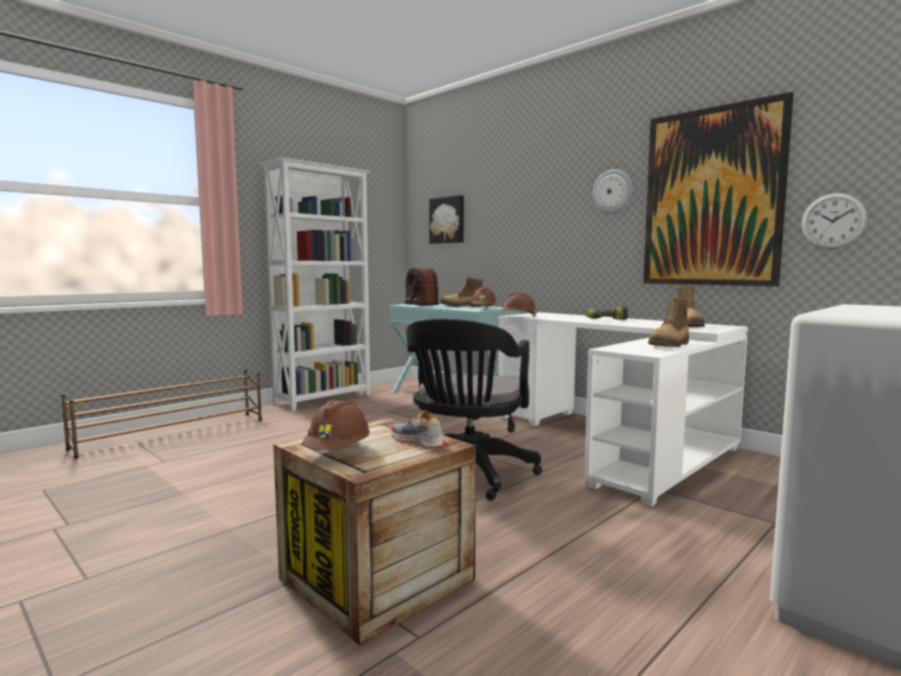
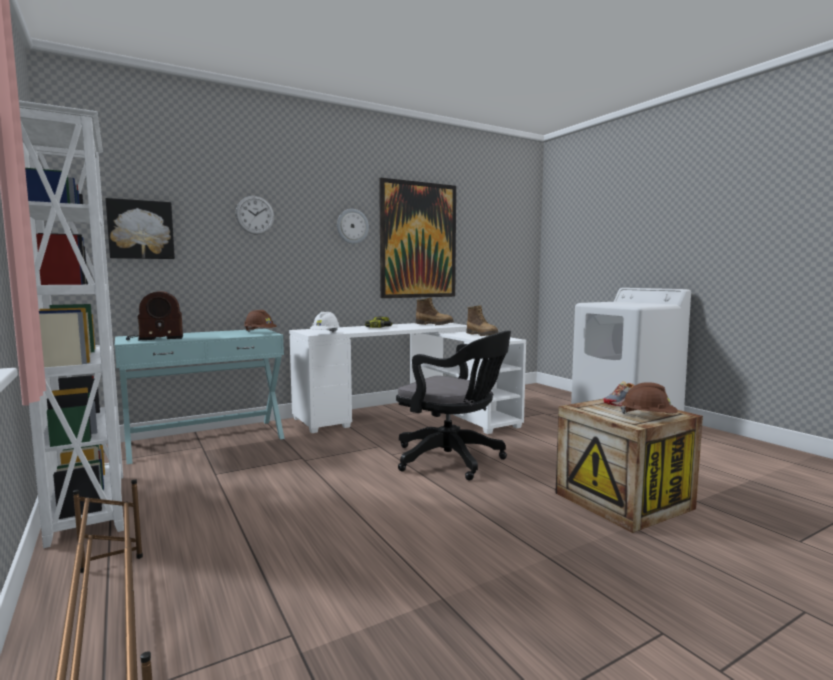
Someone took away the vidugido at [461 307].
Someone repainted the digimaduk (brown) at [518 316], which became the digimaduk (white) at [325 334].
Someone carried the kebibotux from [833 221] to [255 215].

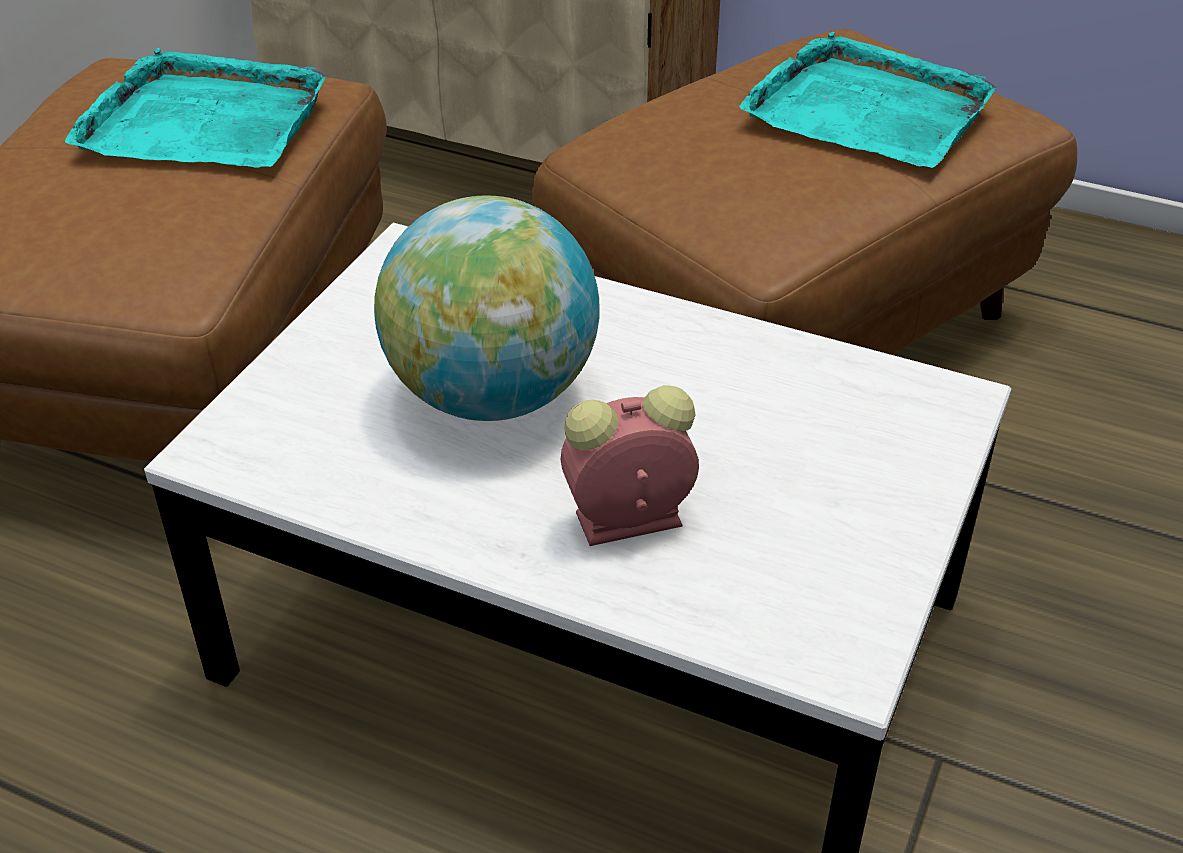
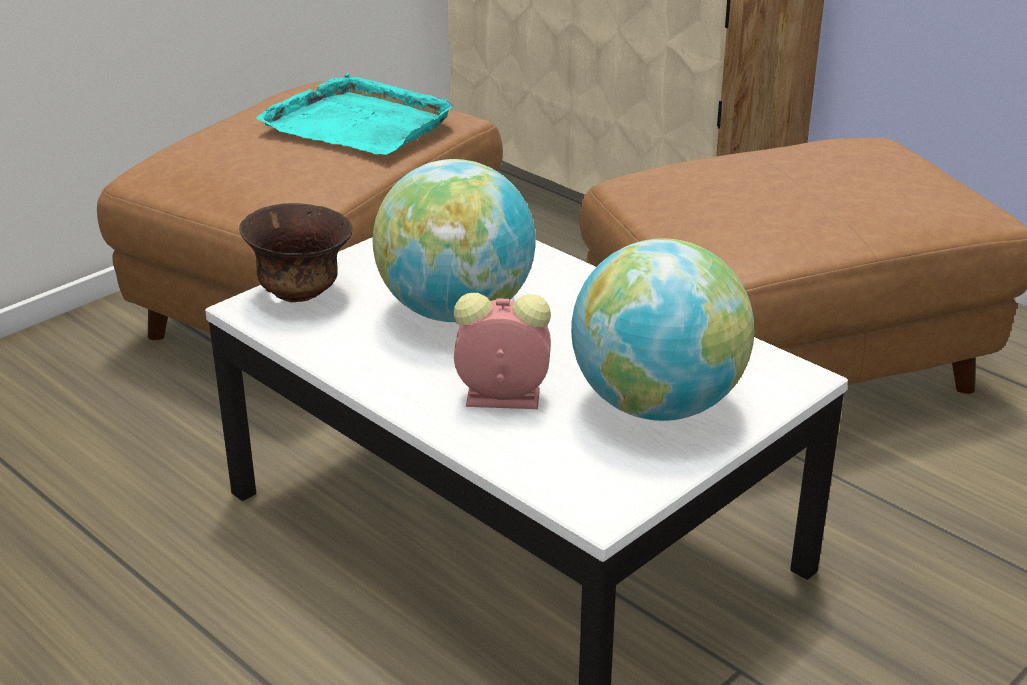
Someone took away the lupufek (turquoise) at [867 110].
Someone put down the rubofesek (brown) at [301 292].
Someone put down the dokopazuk at [656 405].

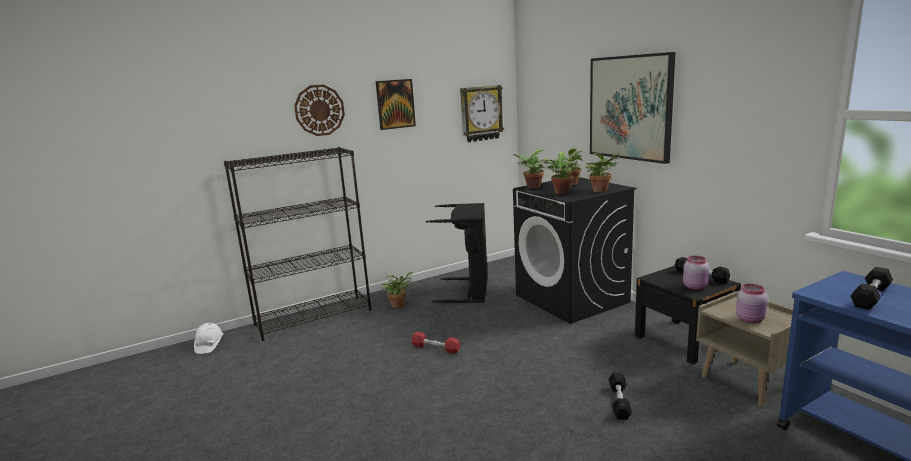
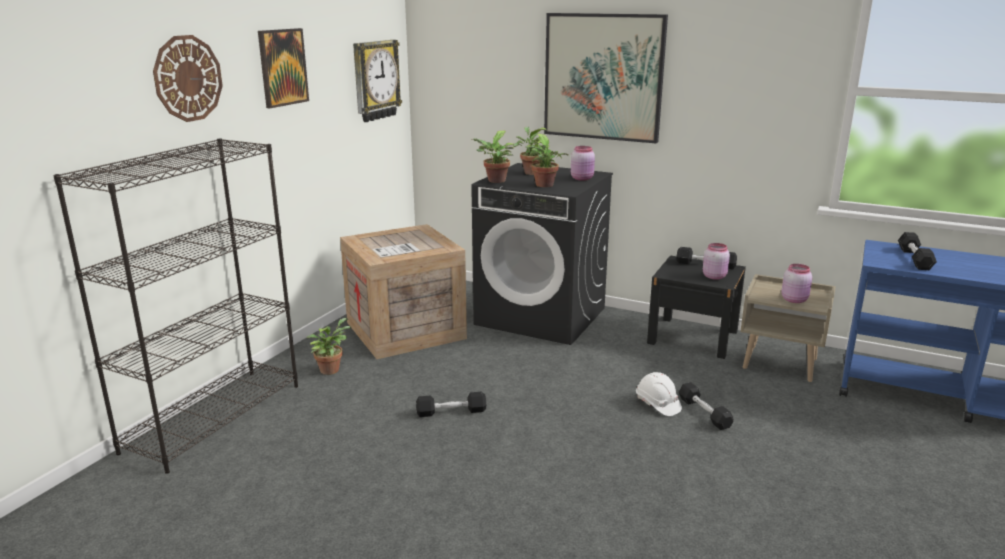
Someone carried the digimaduk (white) from [209 345] to [657 404].
Someone repainted the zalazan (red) at [435 348], which became the zalazan (black) at [451 412].
Someone swapped the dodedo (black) at [469 290] for the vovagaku at [407 330].
Someone swapped the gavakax at [601 190] for the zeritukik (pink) at [582 178].

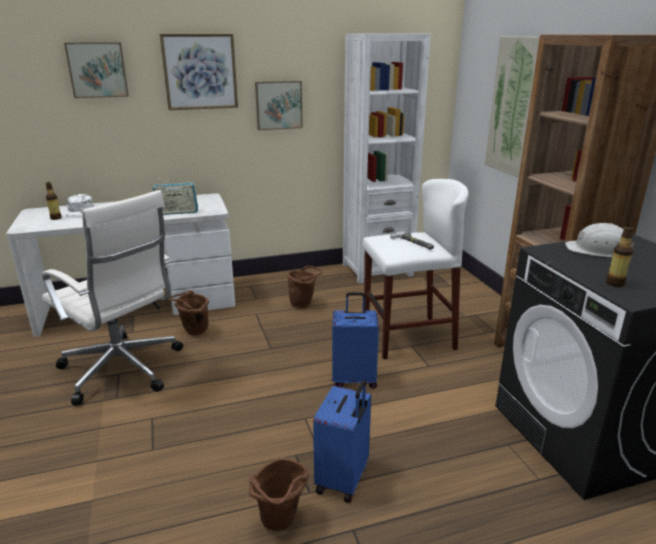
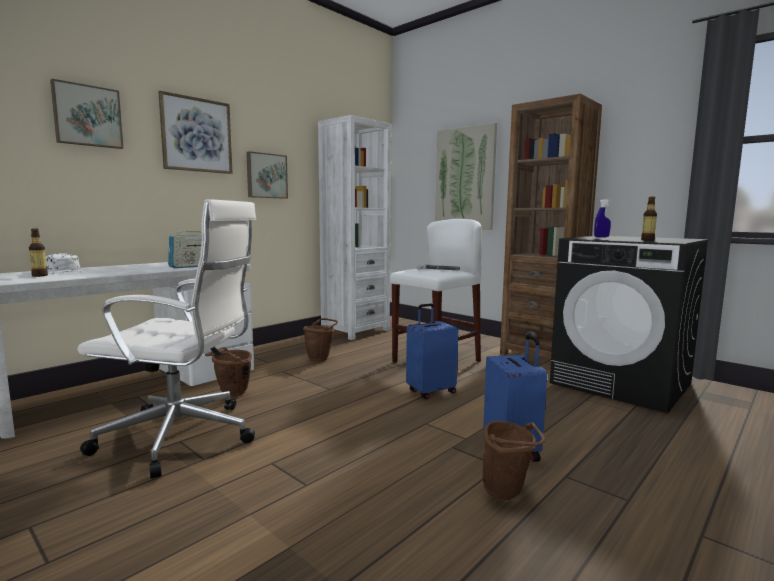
Someone swapped the digimaduk (white) at [598 250] for the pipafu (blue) at [601 237].

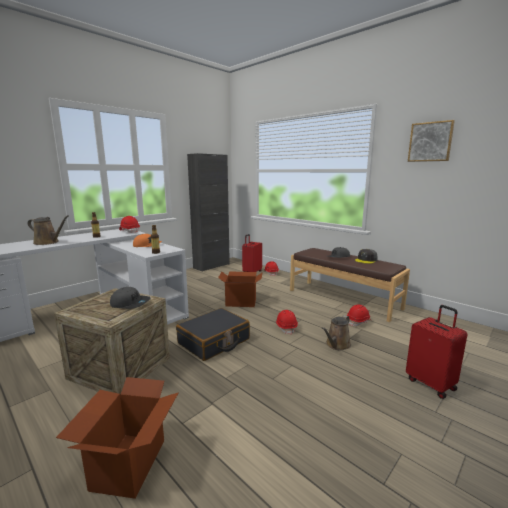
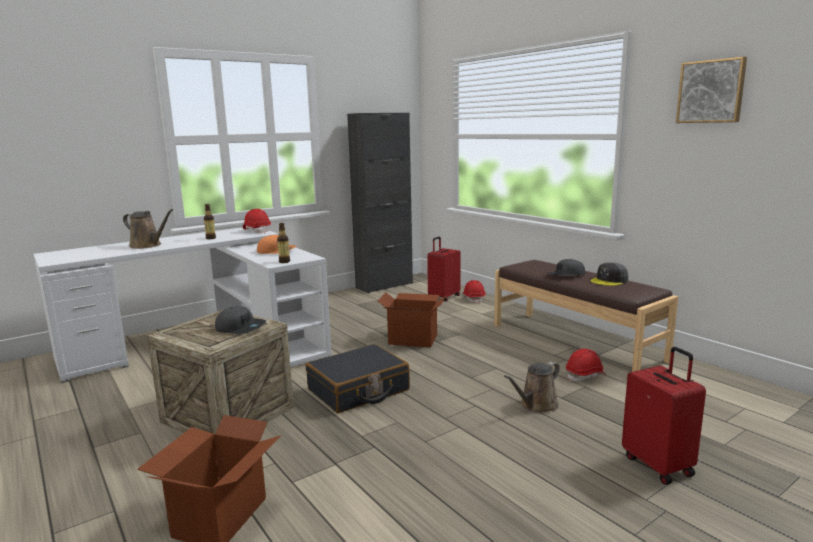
Someone took away the digimaduk (red) at [286 327].

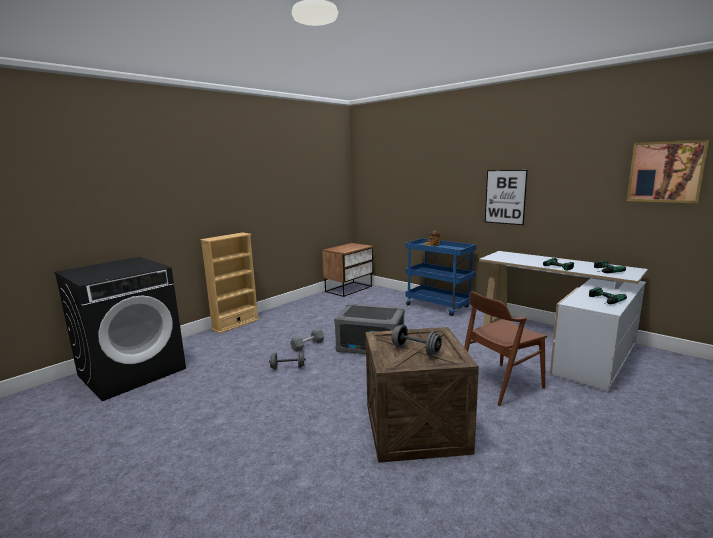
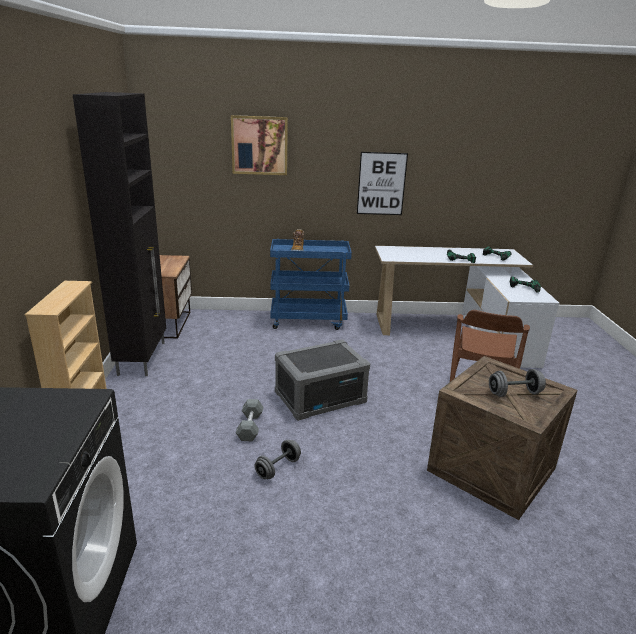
Someone carried the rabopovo from [665 172] to [259 145].
Someone put down the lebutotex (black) at [143 358].

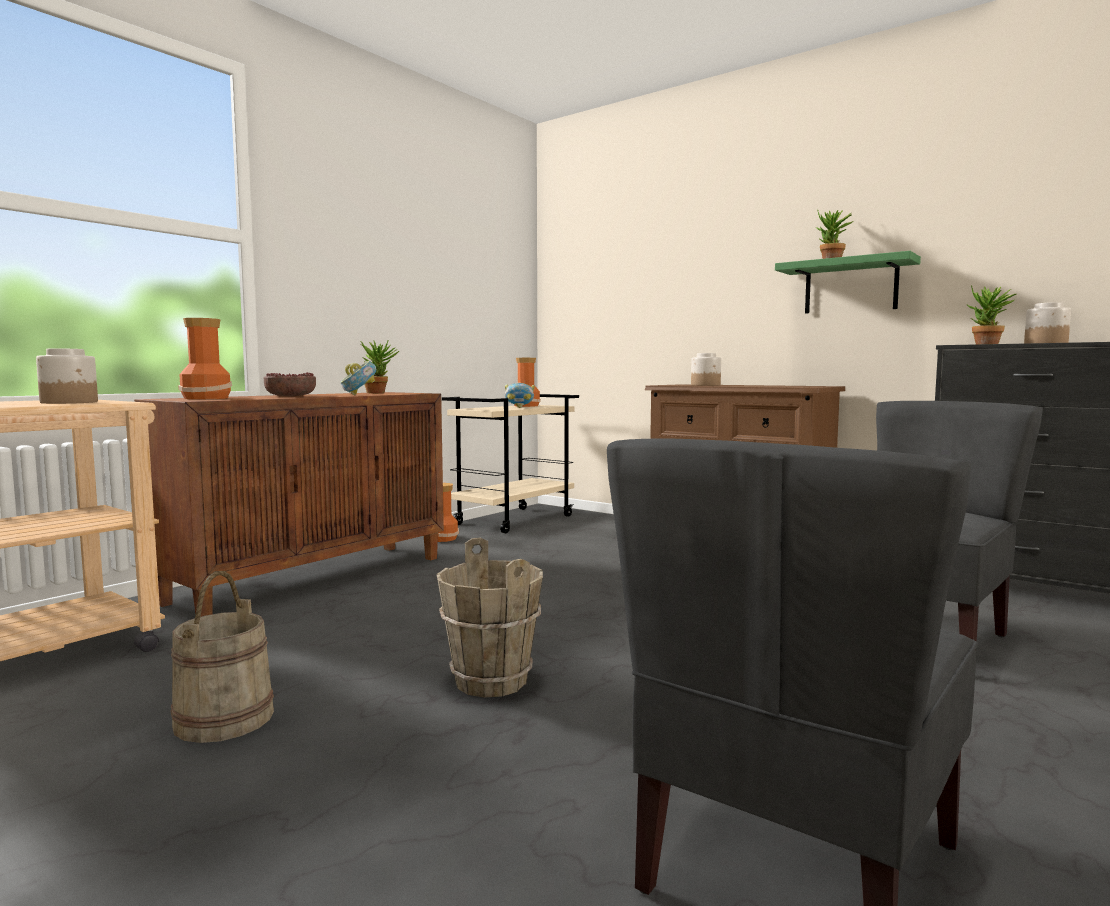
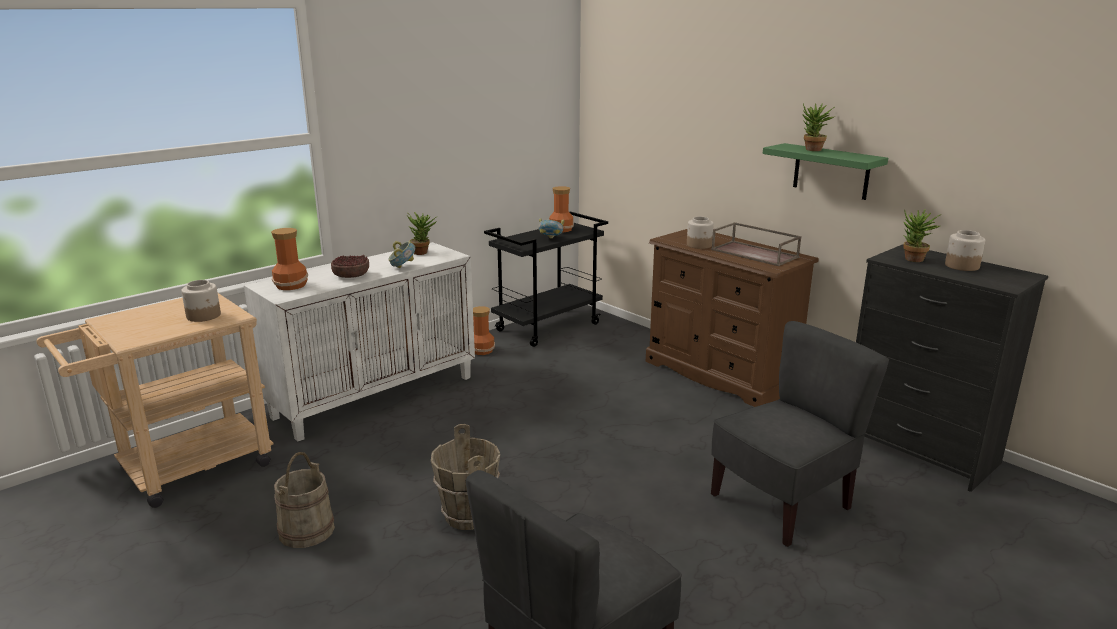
Someone repainted the lebutotex (brown) at [313 578], which became the lebutotex (white) at [375 396].
Someone repainted the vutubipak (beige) at [514 520], which became the vutubipak (black) at [548 327].
Someone put down the lupufek (brown) at [755 253].

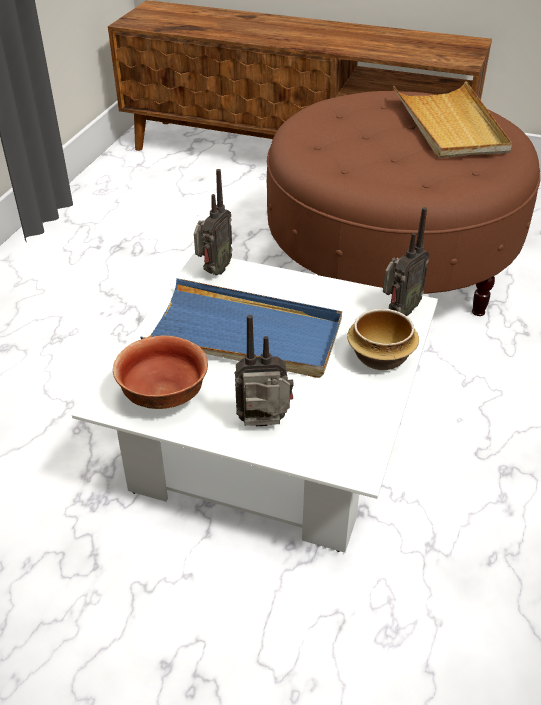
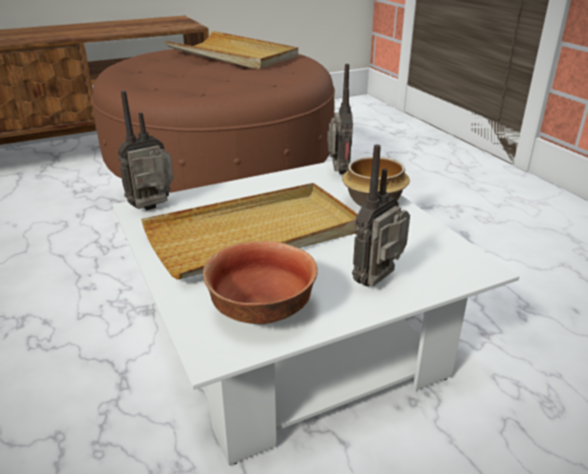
Someone repainted the lupufek (blue) at [245 334], which became the lupufek (beige) at [255 235].
Someone rotated the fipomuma at [213 271] by 105 degrees counterclockwise.

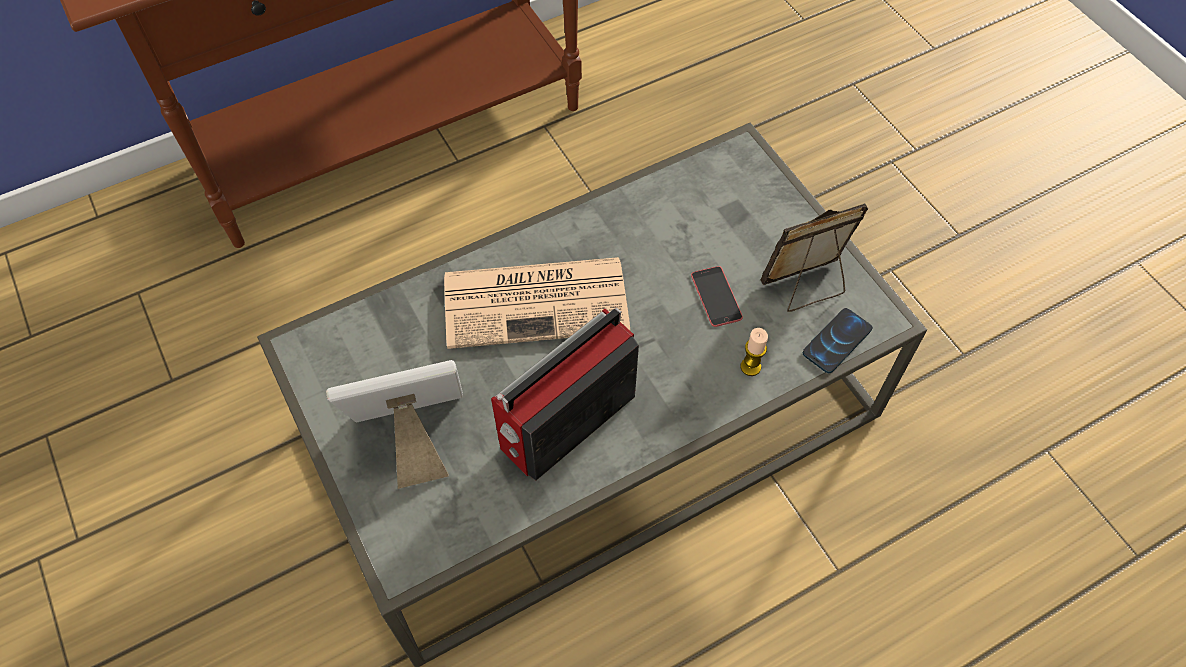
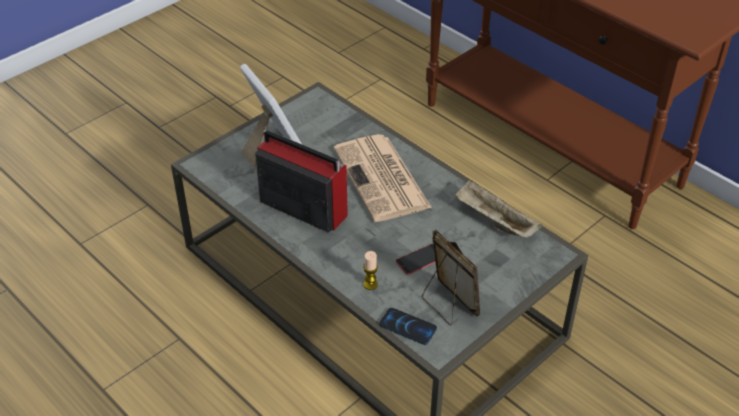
Someone put down the lupufek (beige) at [494 221].

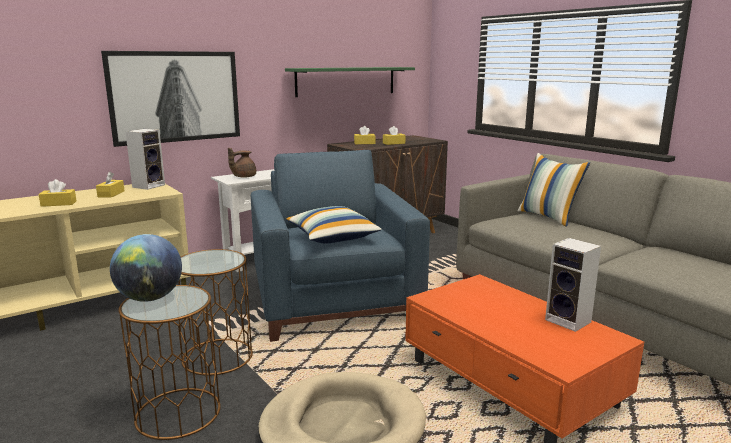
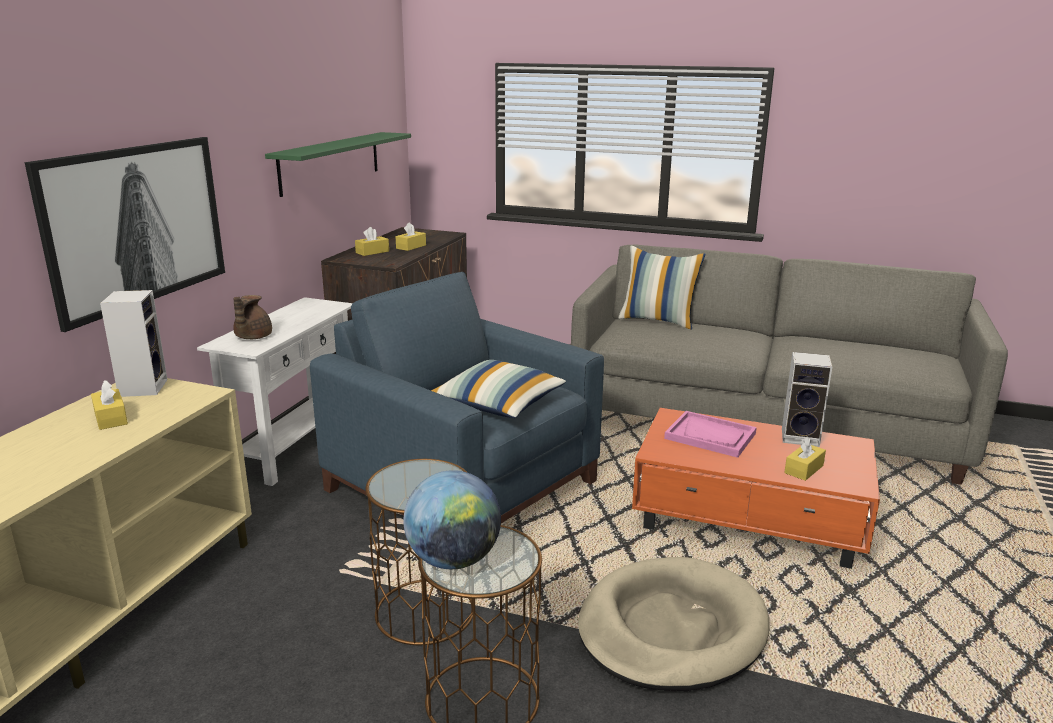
Someone carried the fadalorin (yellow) from [58 203] to [804 469].
Someone put down the lupufek (pink) at [710 436].

